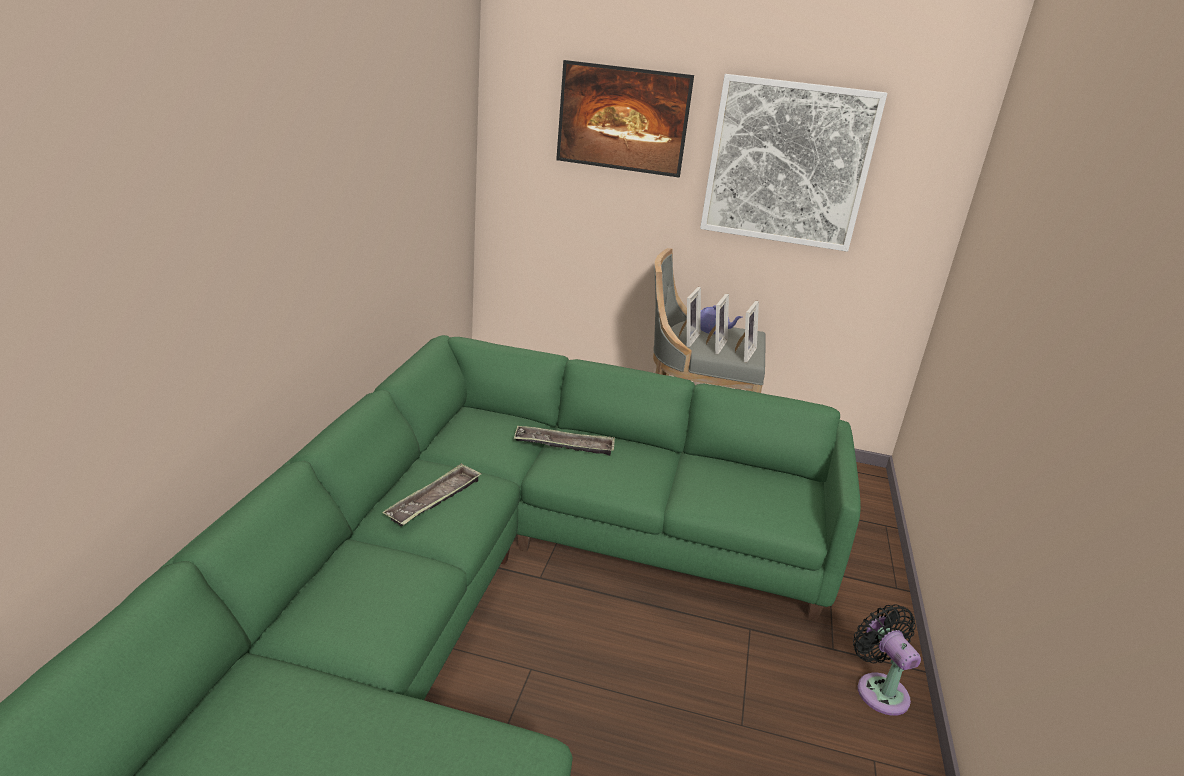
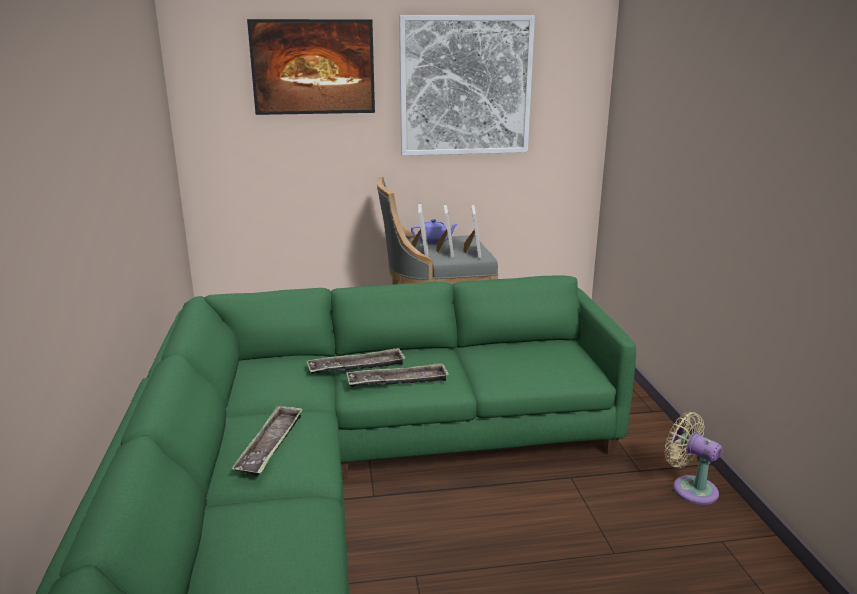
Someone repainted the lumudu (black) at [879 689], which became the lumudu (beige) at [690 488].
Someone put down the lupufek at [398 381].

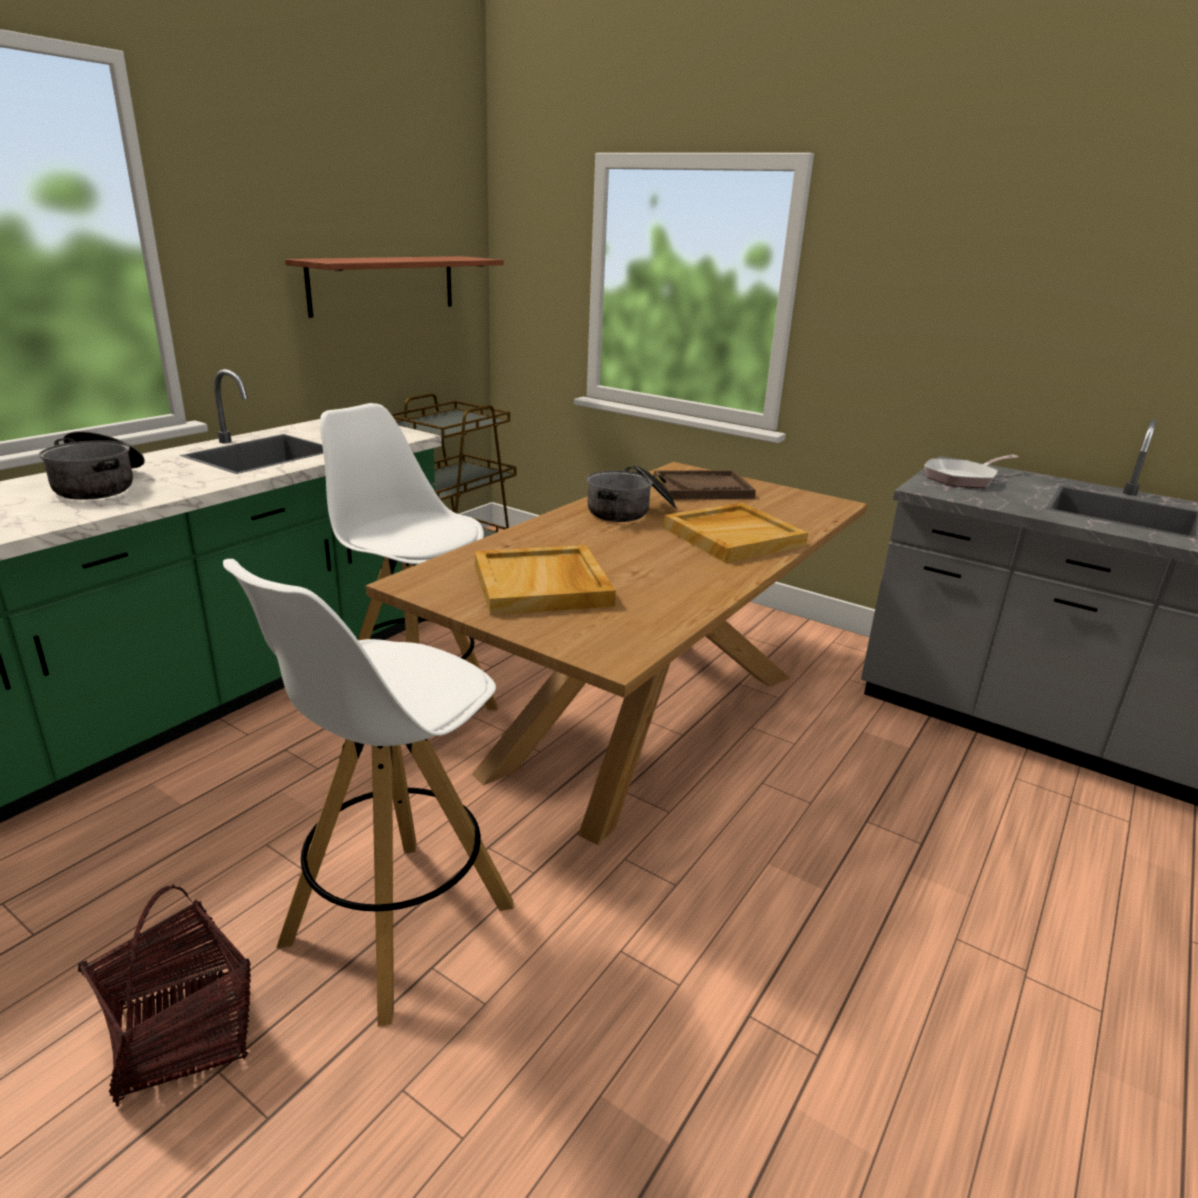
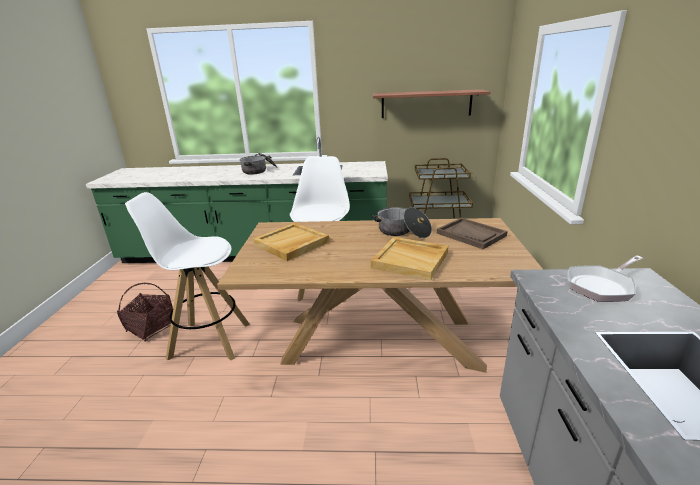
Someone rotated the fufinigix at [963 478] by 60 degrees counterclockwise.

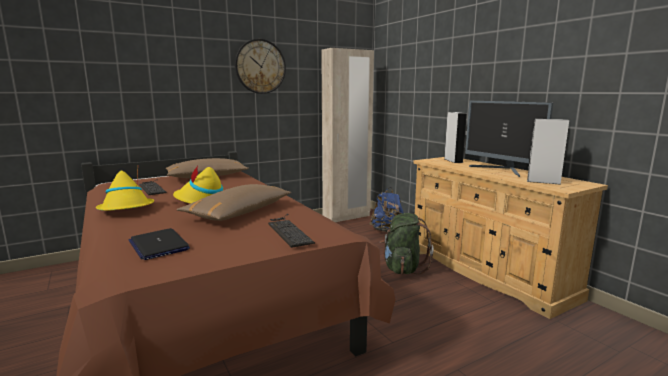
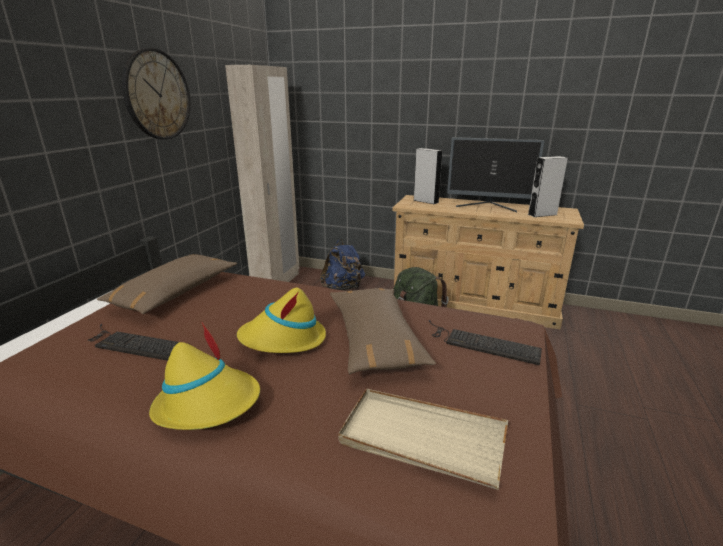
Someone swapped the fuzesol at [158 245] for the lupufek (beige) at [422 439].

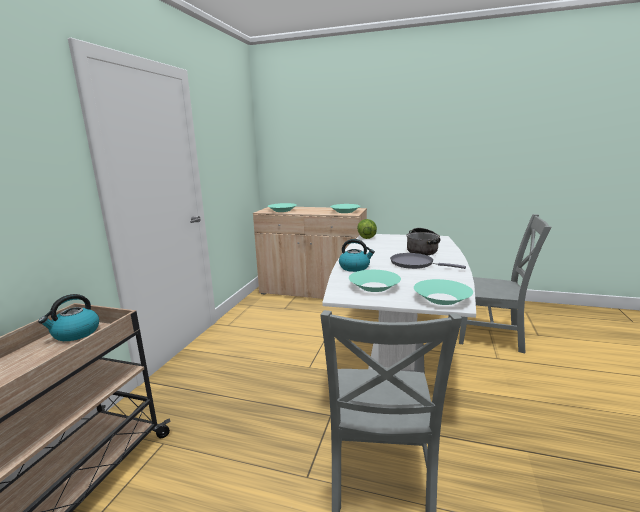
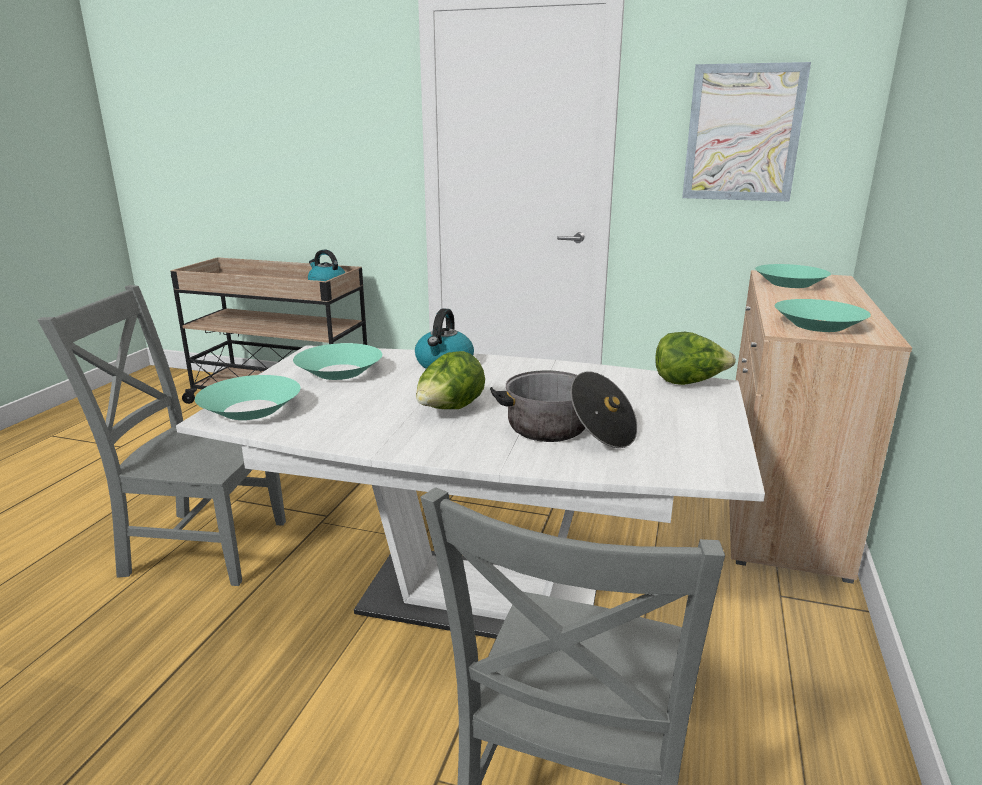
Someone swapped the fufinigix (grey) at [415 264] for the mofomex at [450 410].
Someone put up the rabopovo at [743 133].

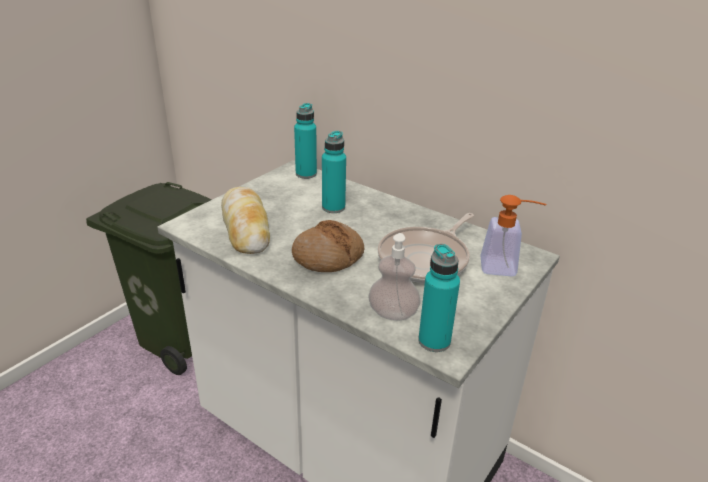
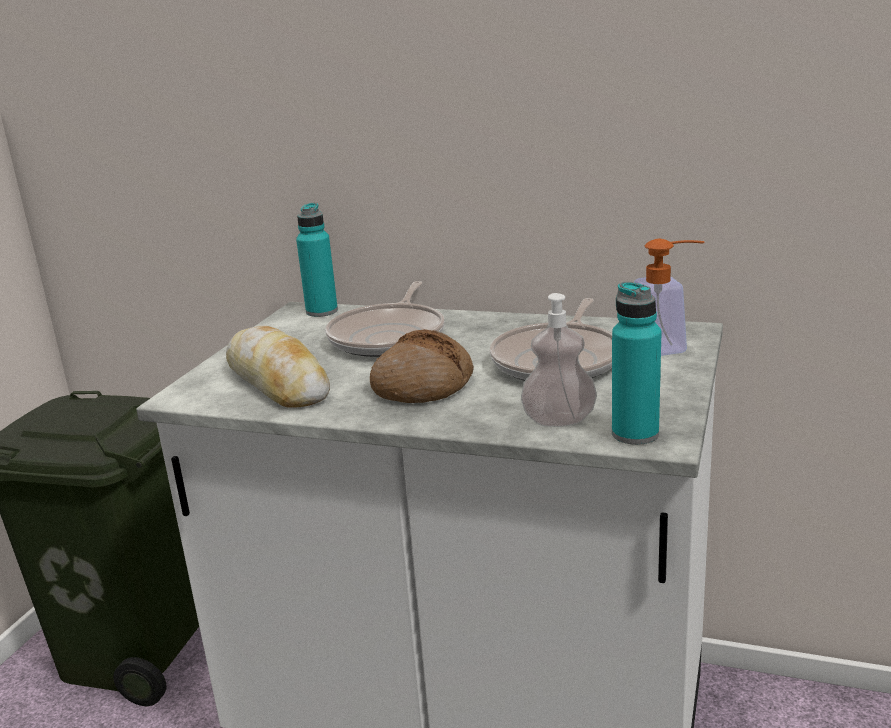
Someone swapped the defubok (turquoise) at [333 207] for the fufinigix at [390 336].

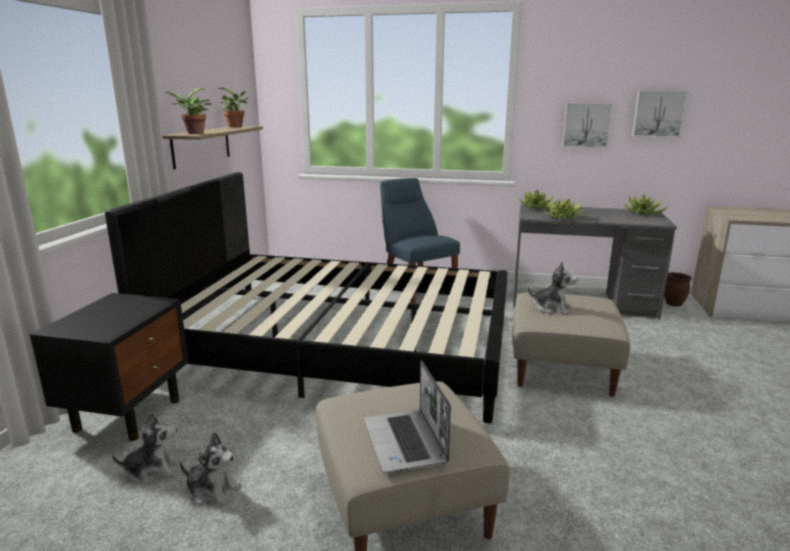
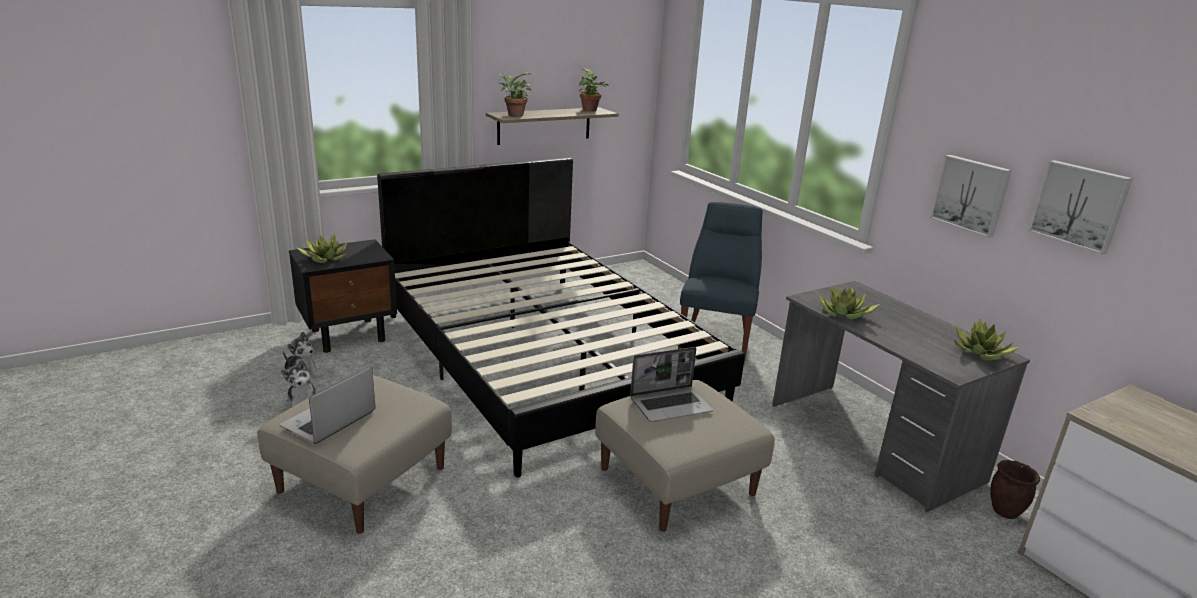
Someone carried the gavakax from [537 208] to [324 259].
Someone swapped the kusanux at [551 308] for the fuzesol at [671 405].

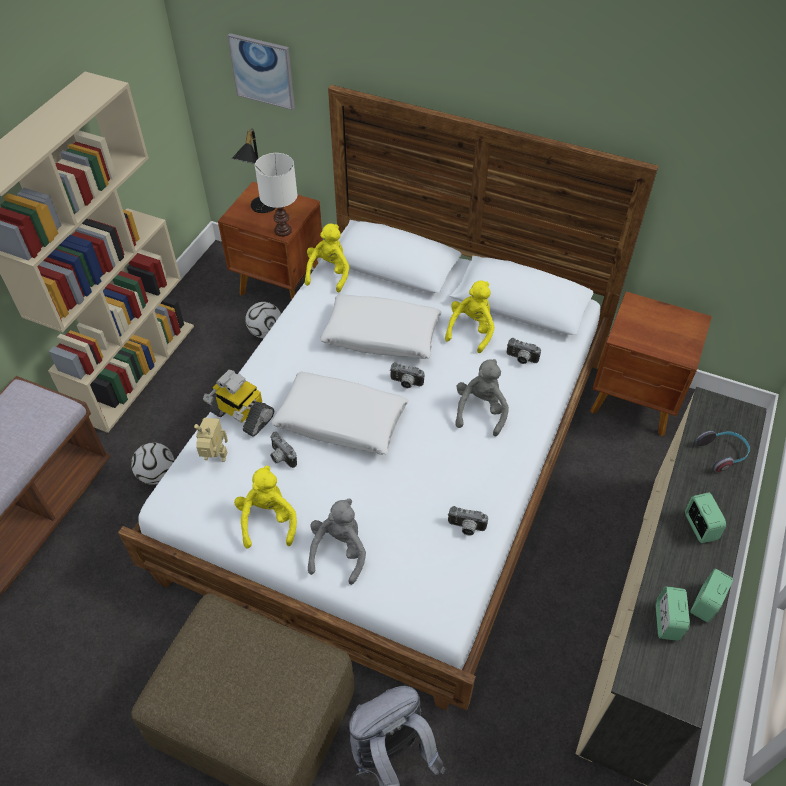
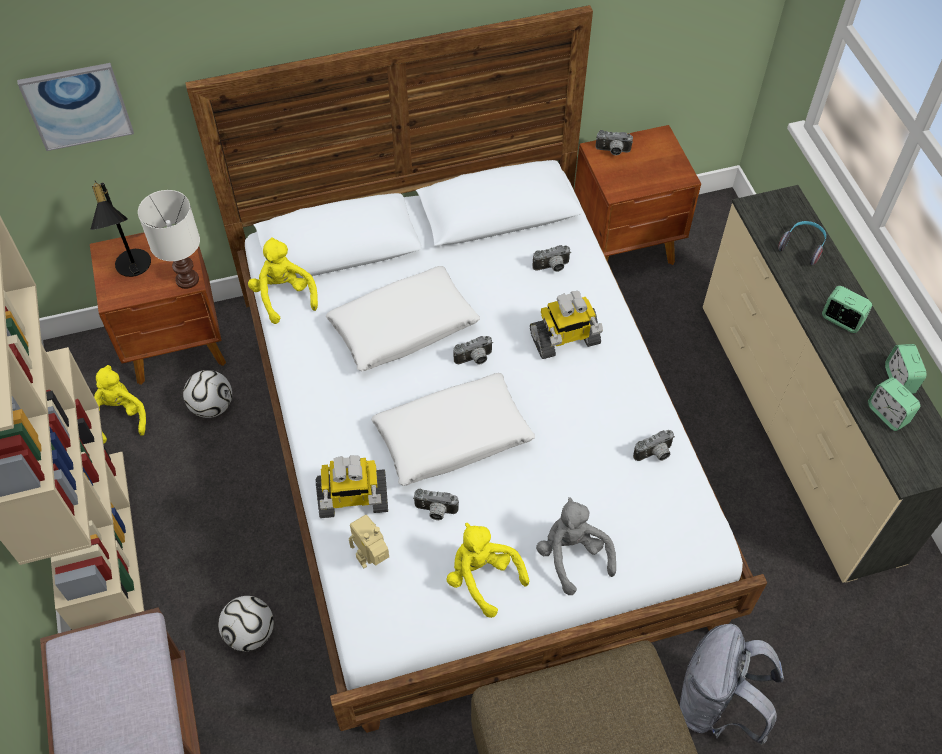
Someone carried the kusanux (yellow) from [471 330] to [119 416].
Someone swapped the kusanux (grey) at [481 410] for the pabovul at [564 340].
Someone put down the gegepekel at [612 151].

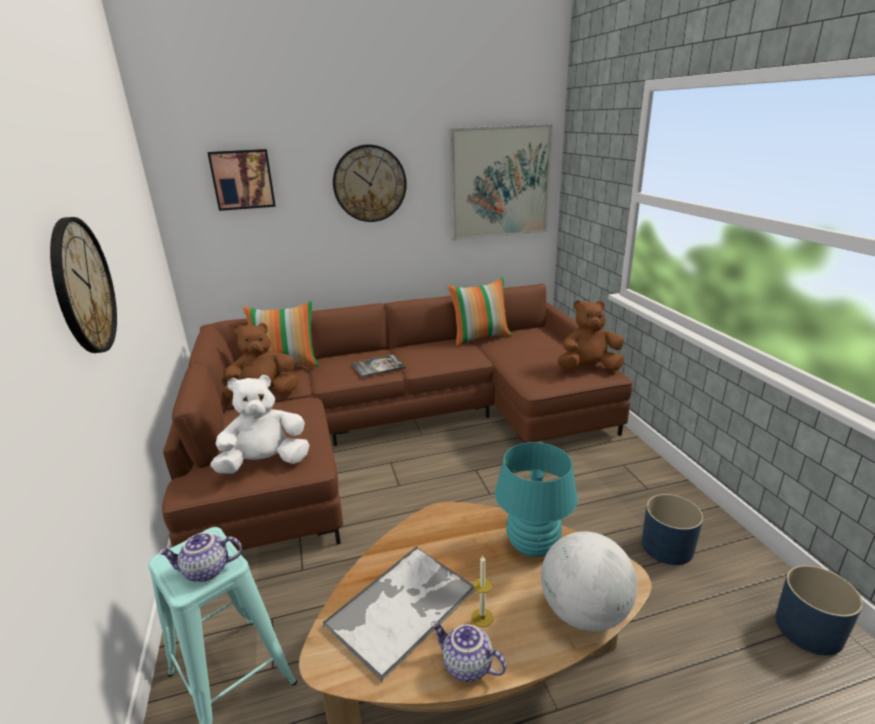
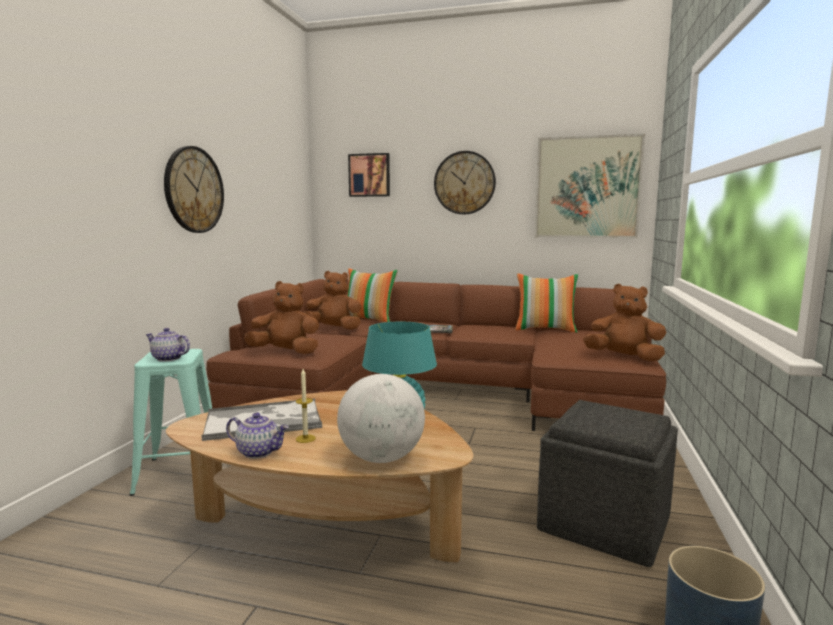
Someone repainted the kusanux (white) at [265 463], which became the kusanux (brown) at [286 352].
Someone rotated the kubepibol at [466 666] by 135 degrees clockwise.
Someone swapped the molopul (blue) at [667 547] for the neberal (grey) at [605 524].

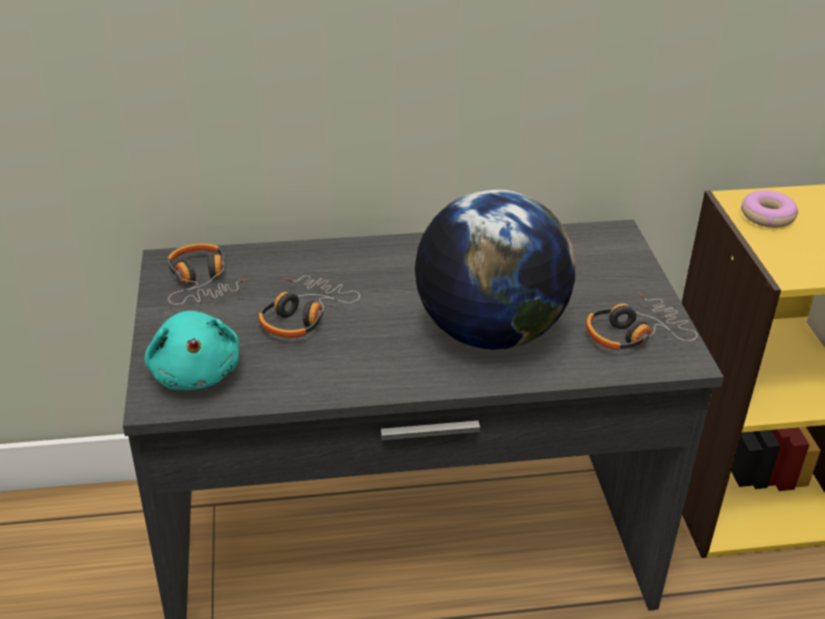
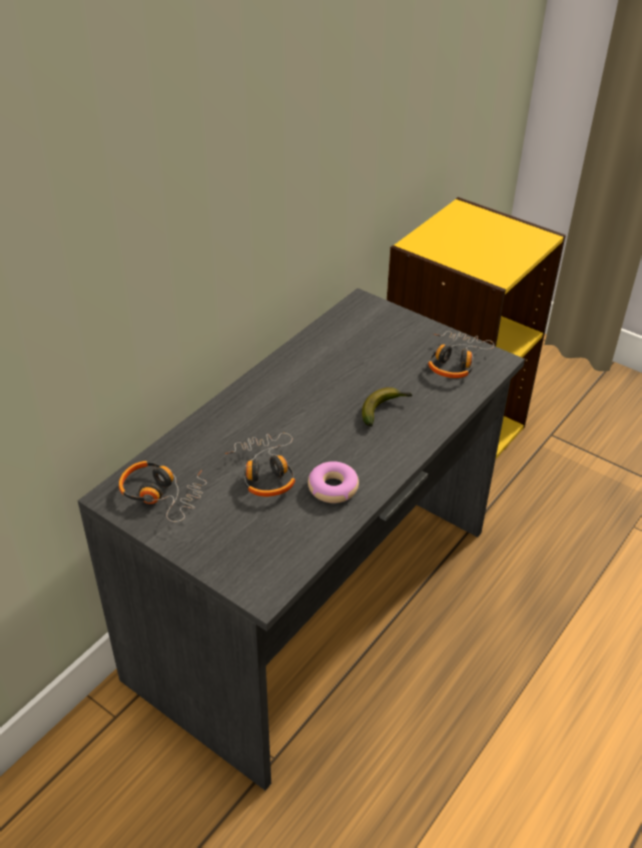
Someone took away the kusanux (turquoise) at [196 372].
Someone swapped the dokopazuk at [489 332] for the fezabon at [384 409].
Someone carried the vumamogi from [767 216] to [332 488].

